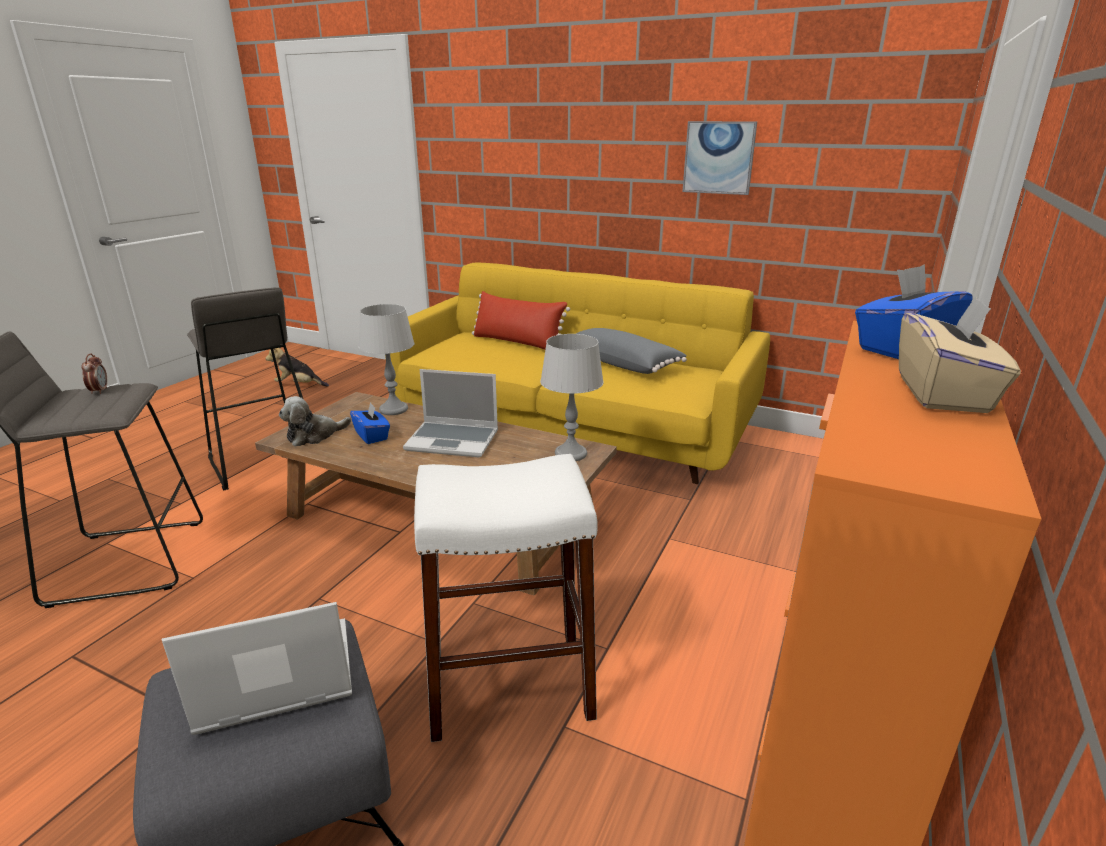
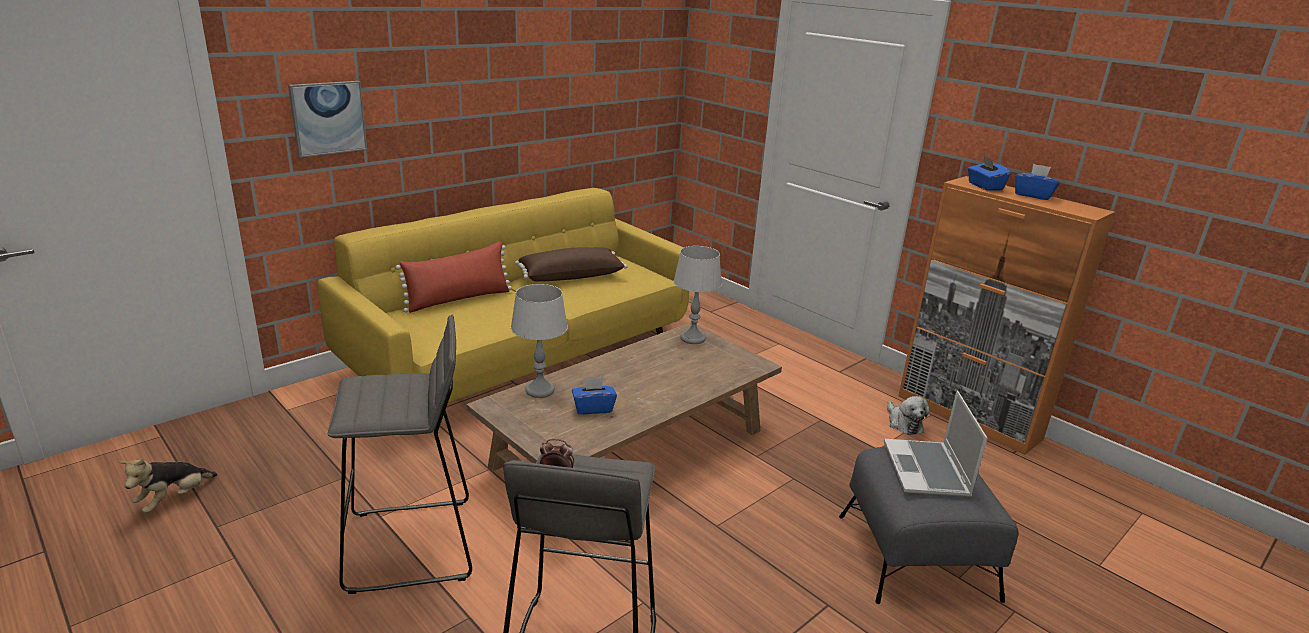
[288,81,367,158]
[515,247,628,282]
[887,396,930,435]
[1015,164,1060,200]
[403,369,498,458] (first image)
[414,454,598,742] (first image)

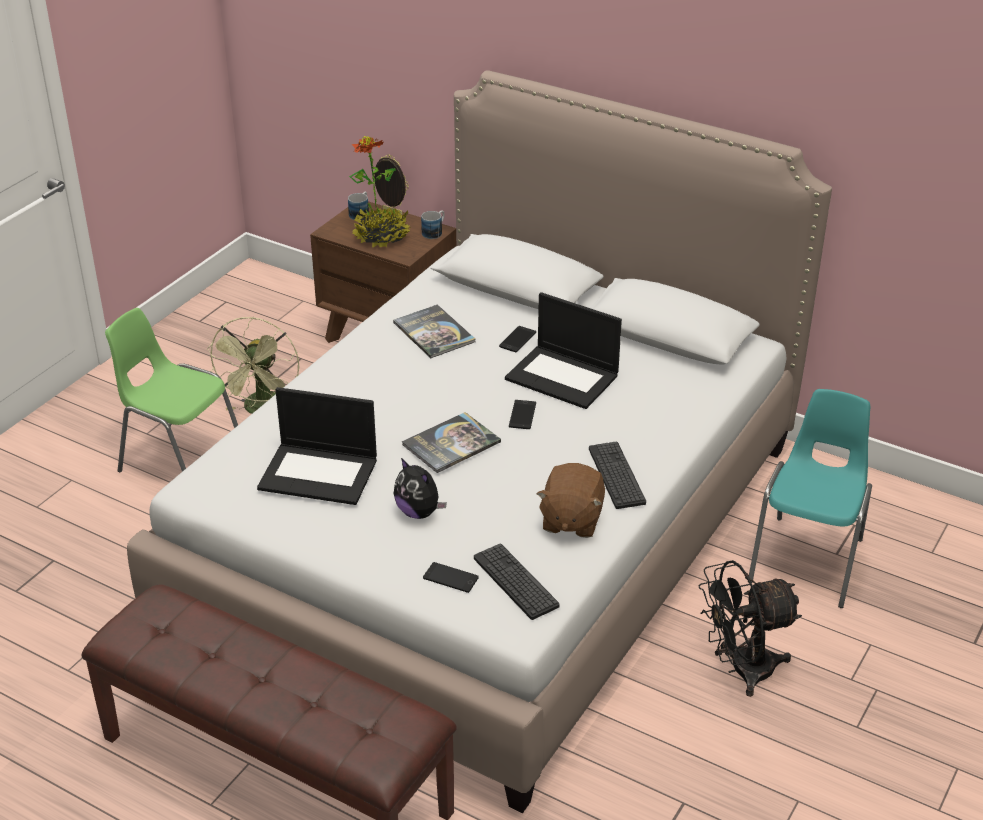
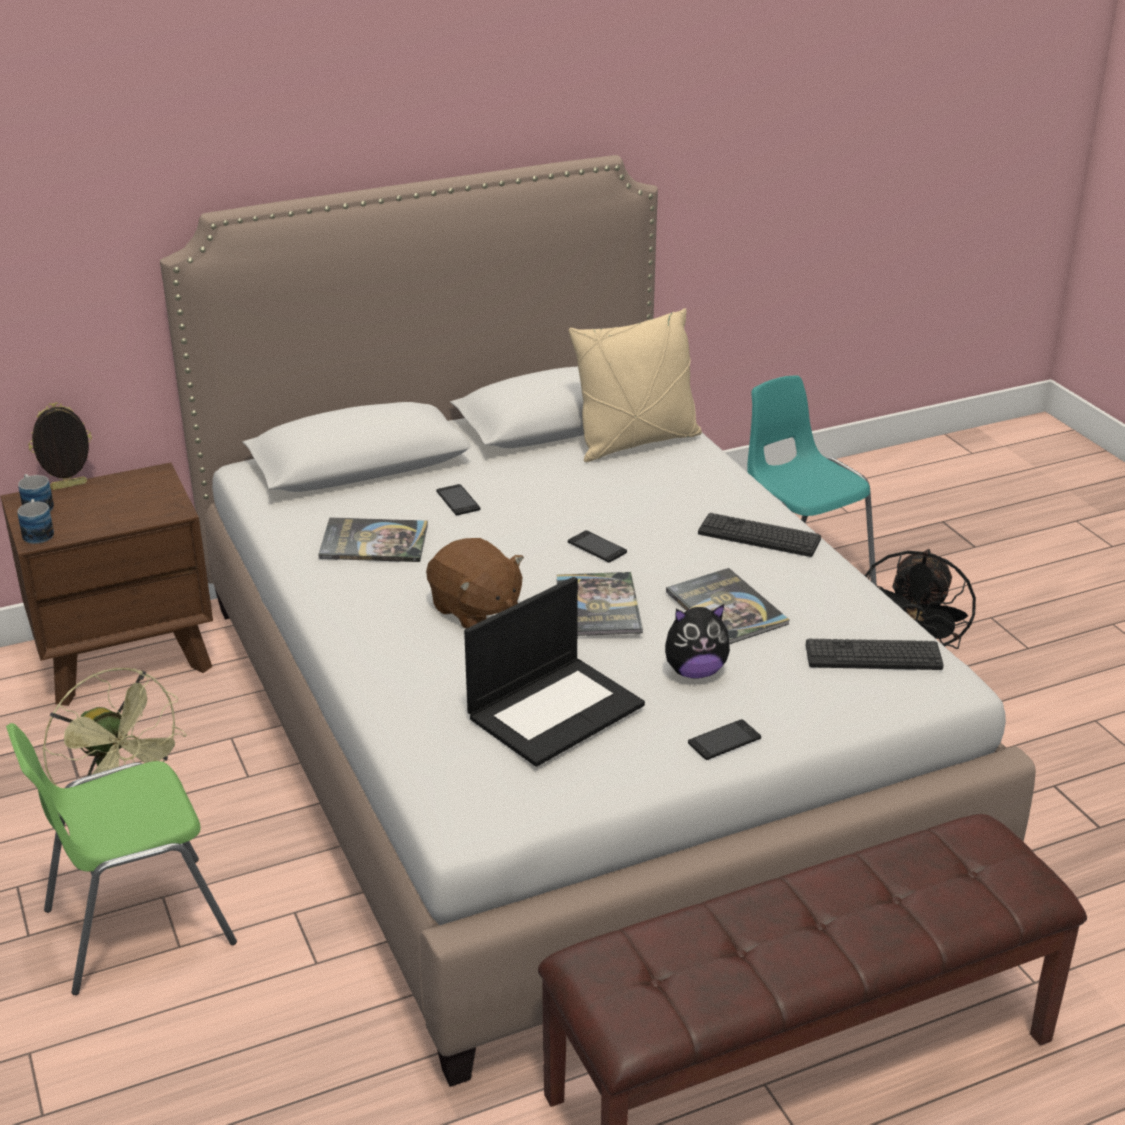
[17,499,54,544]
[426,538,524,629]
[569,308,702,462]
[666,568,790,644]
[688,719,761,760]
[349,136,411,248] (first image)
[505,292,622,409] (first image)

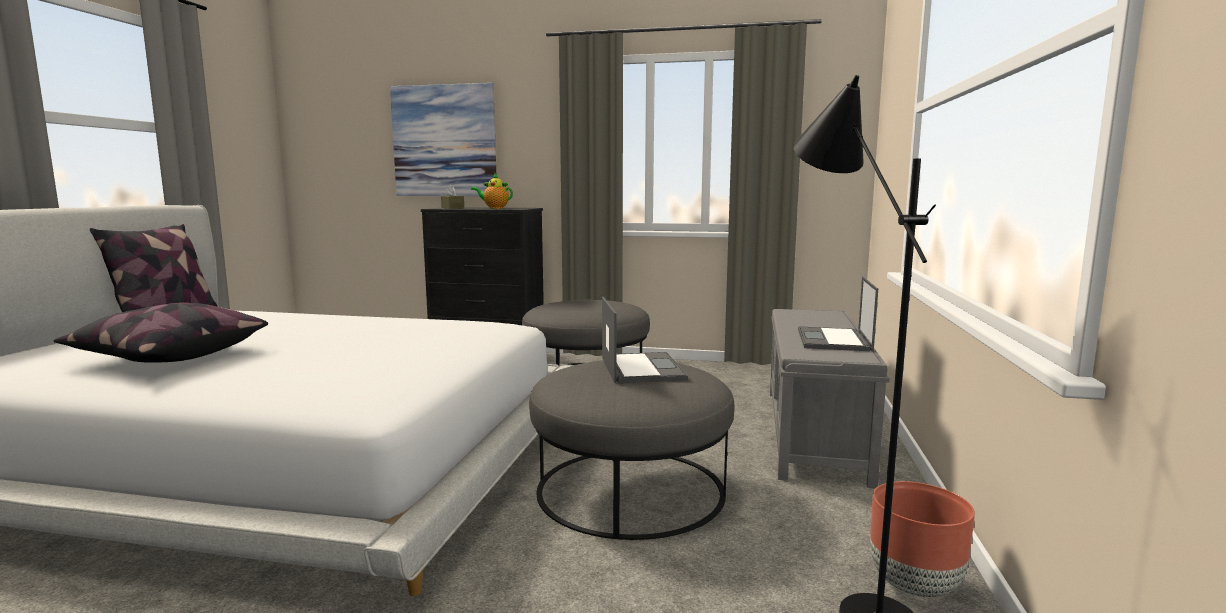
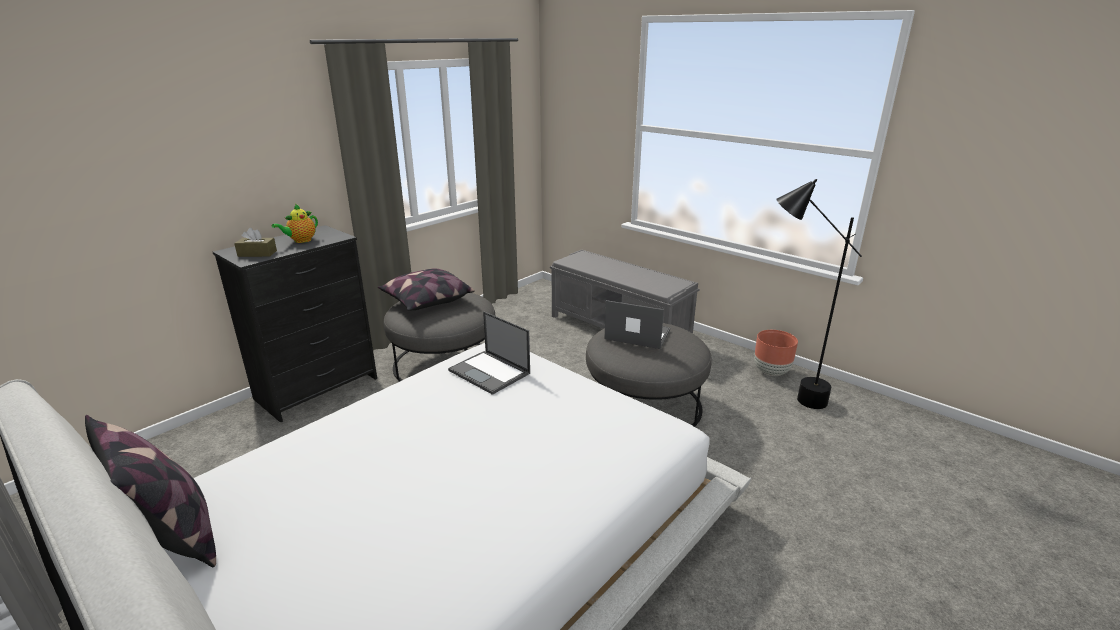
[378,269,475,311]
[448,311,530,395]
[390,83,496,196] (first image)

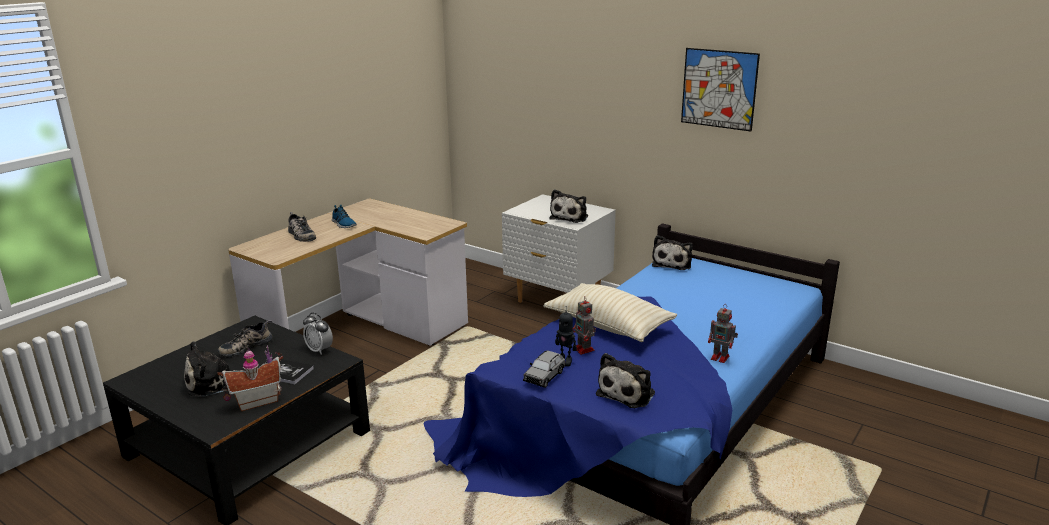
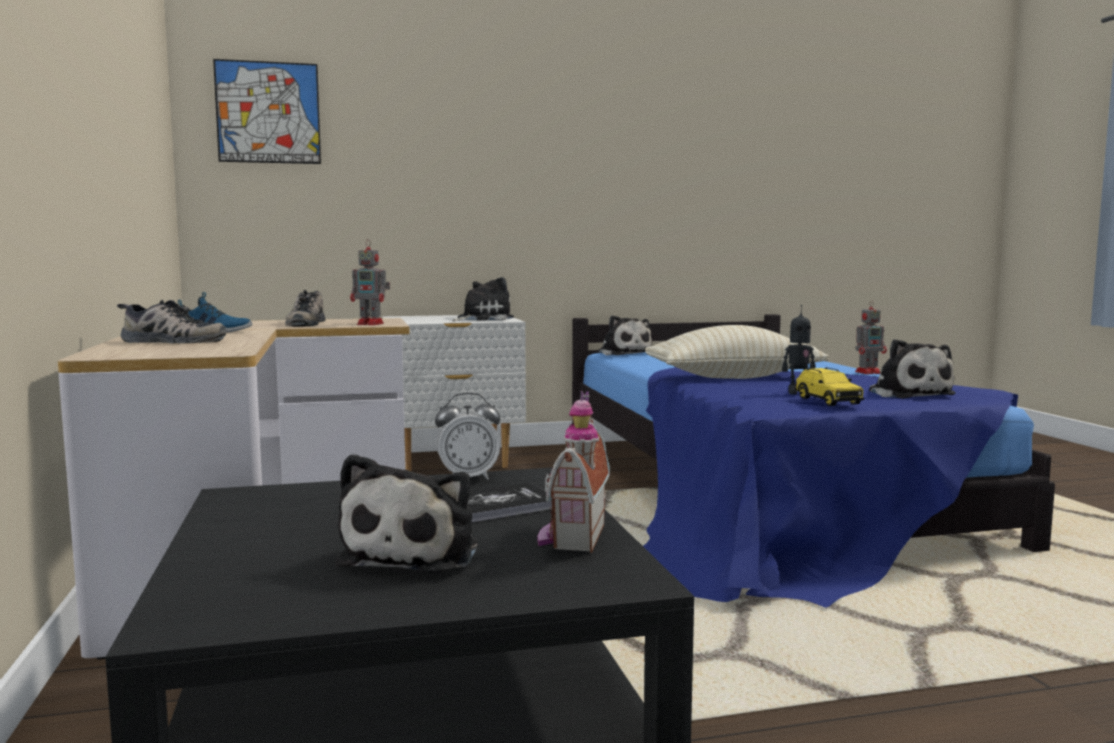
[213,59,321,164]
[285,290,325,327]
[350,239,390,325]
[452,277,514,321]
[794,367,864,406]

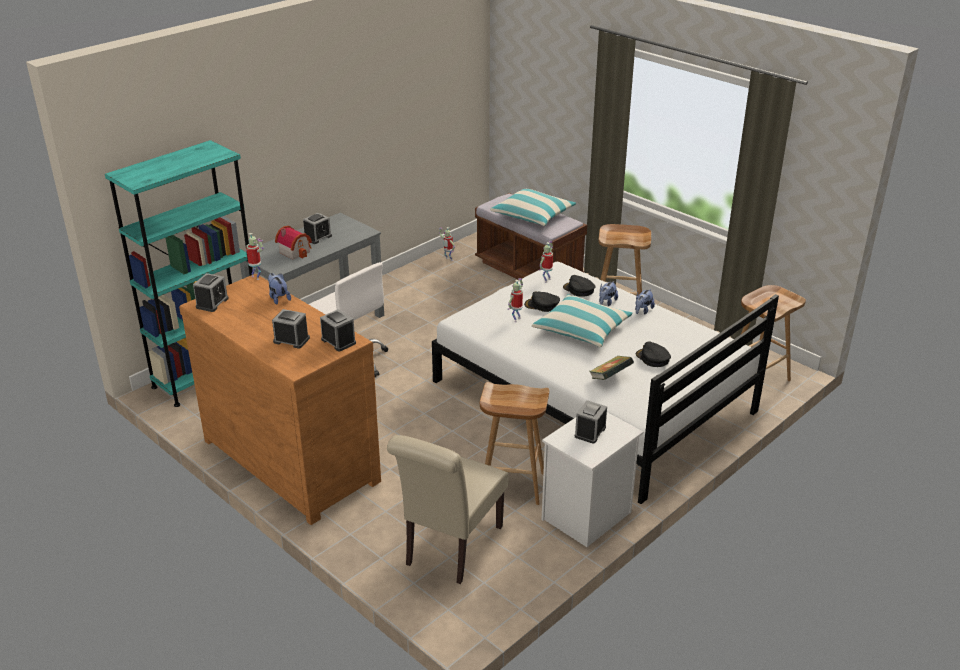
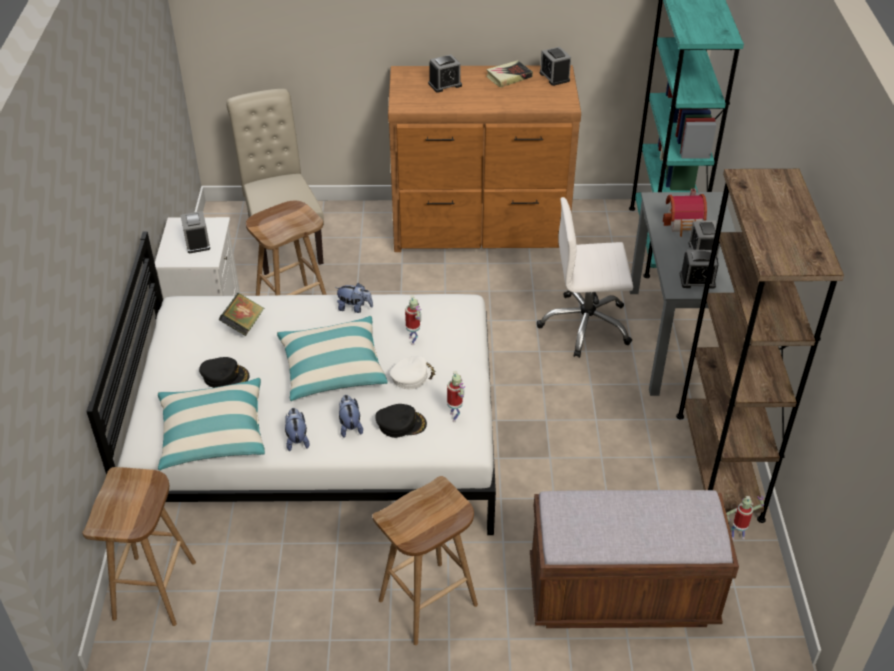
[158,377,265,470]
[335,283,373,313]
[390,356,436,389]
[486,60,533,88]
[676,169,844,523]
[680,250,719,289]
[246,233,264,280] (first image)

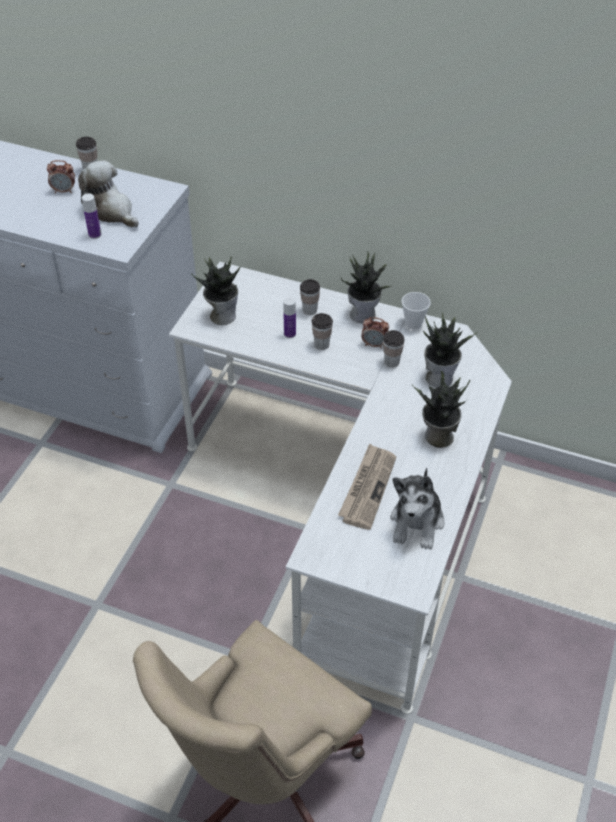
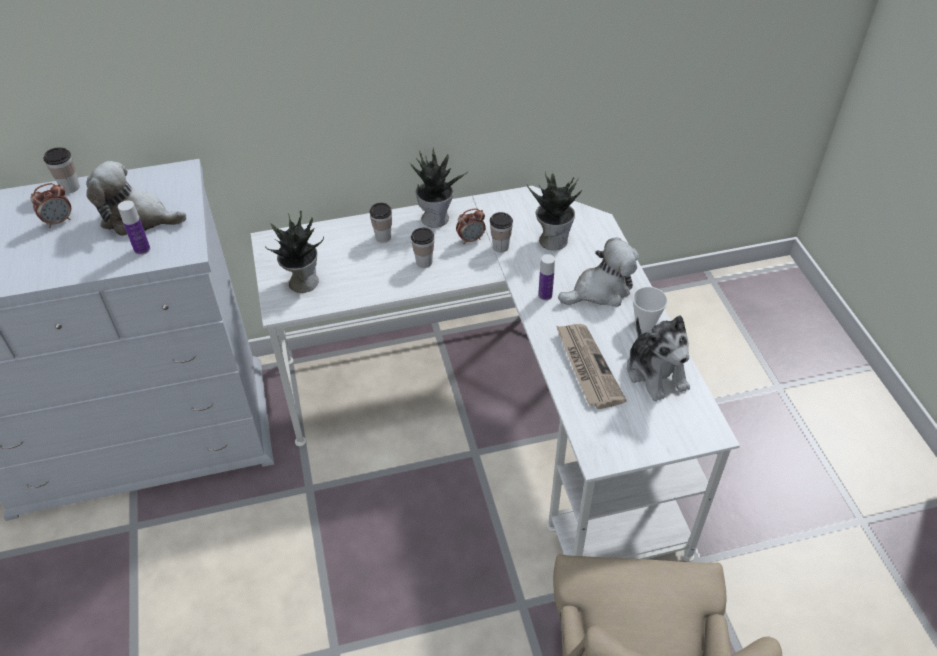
[538,254,555,301]
[558,237,639,307]
[632,287,668,331]

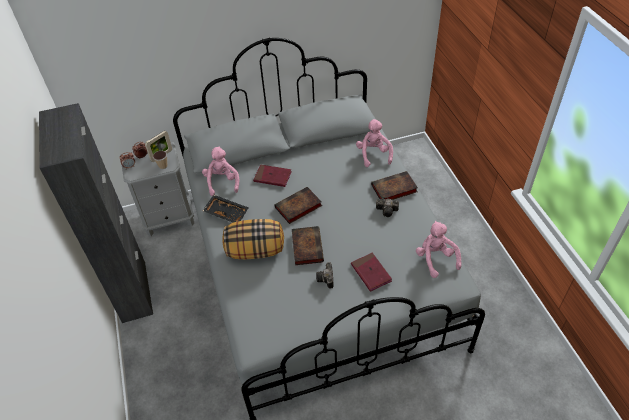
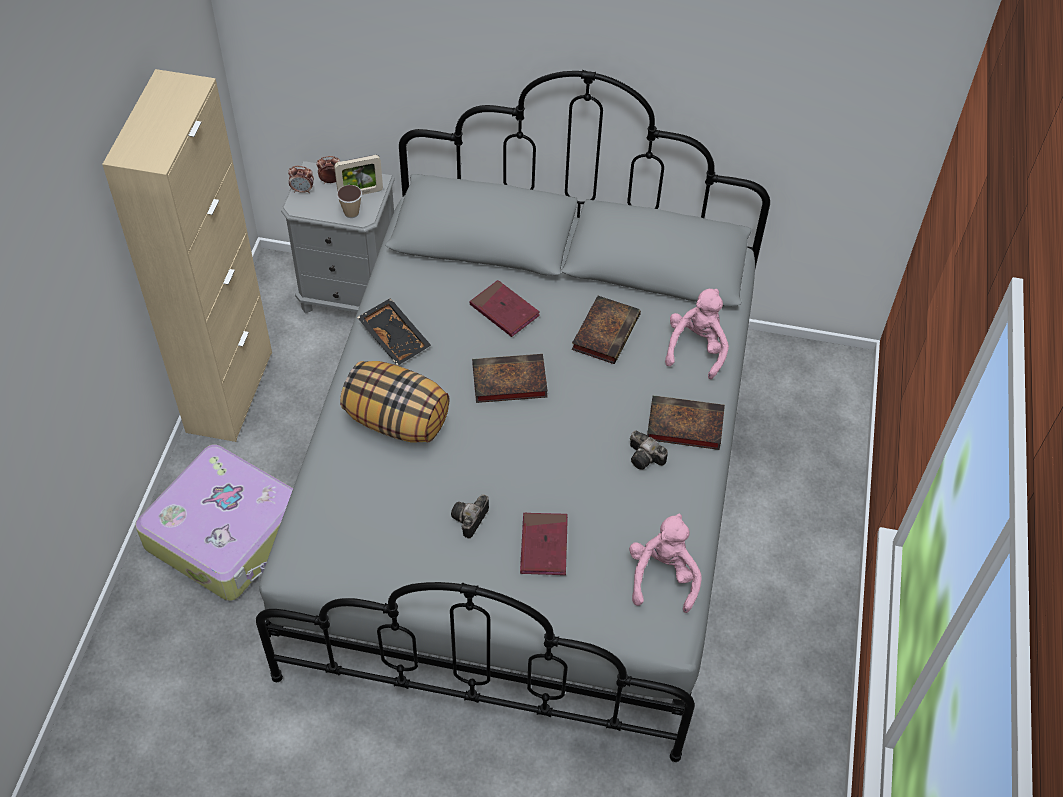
[102,69,272,442]
[135,445,293,601]
[571,296,641,364]
[202,147,239,196] (first image)

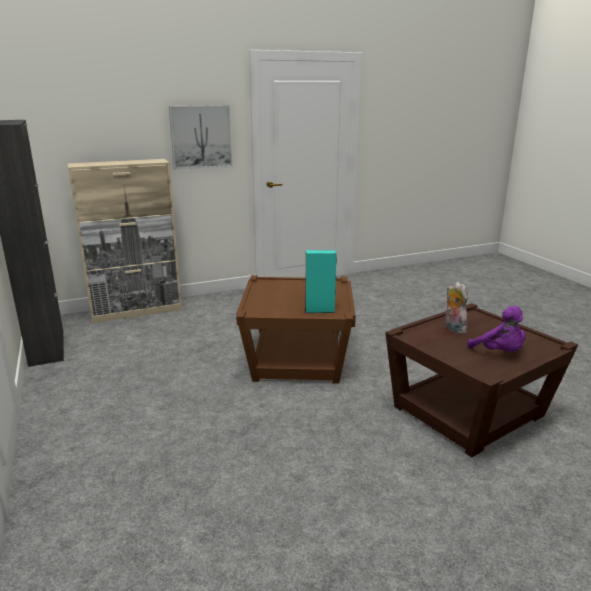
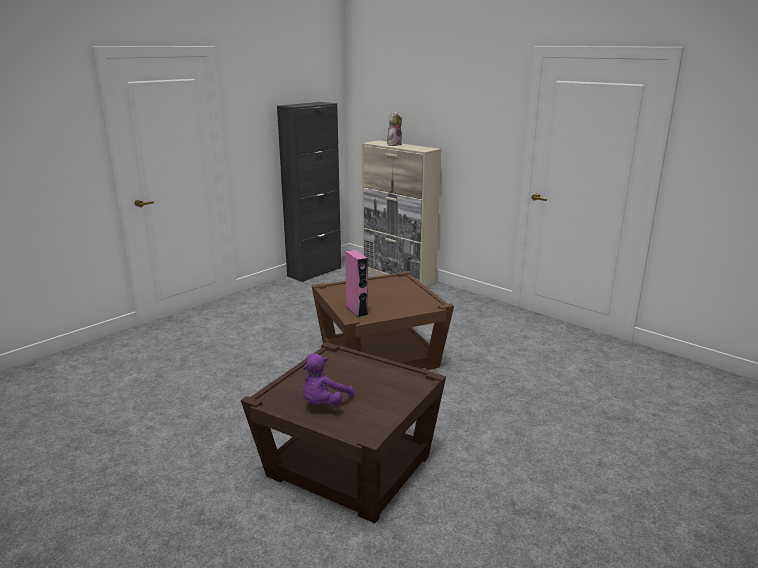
[345,250,368,318]
[387,111,402,146]
[169,105,232,170] (first image)

